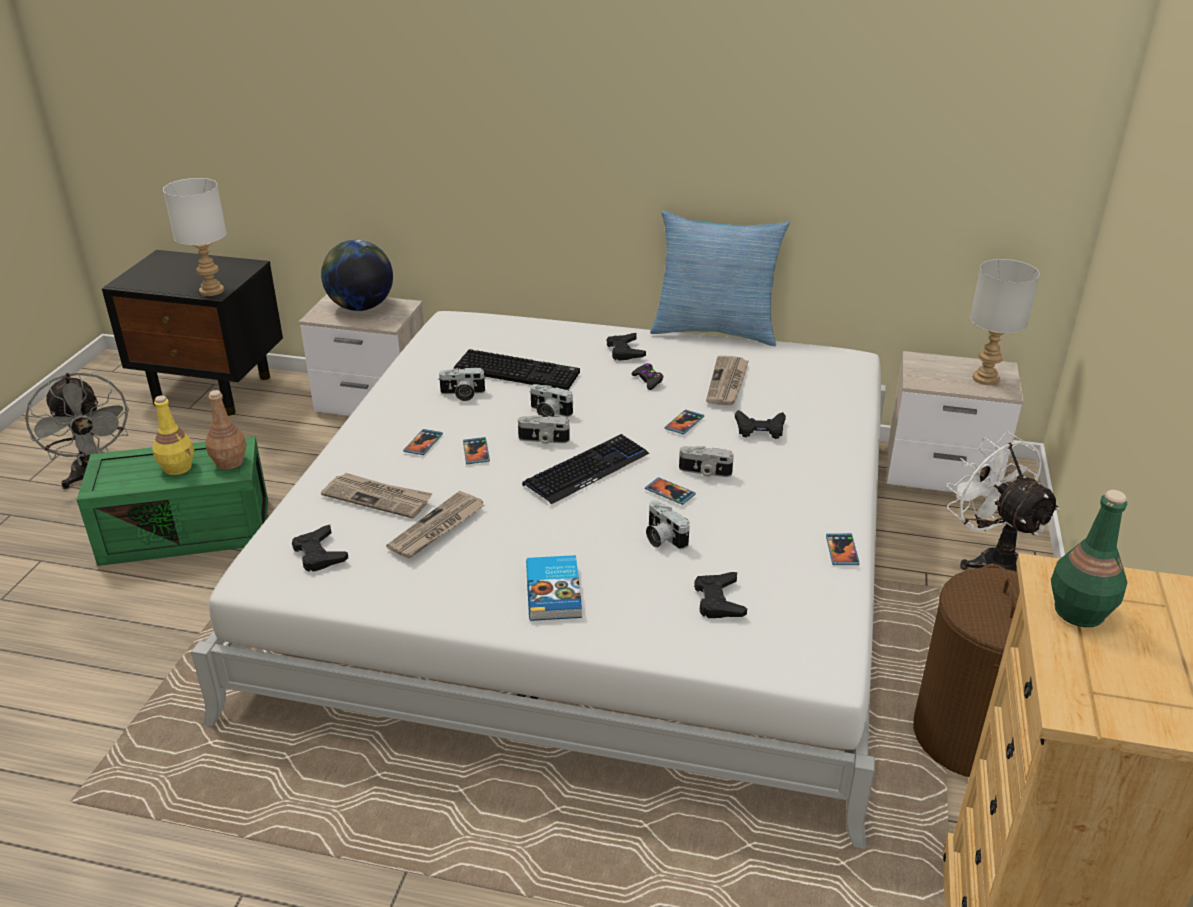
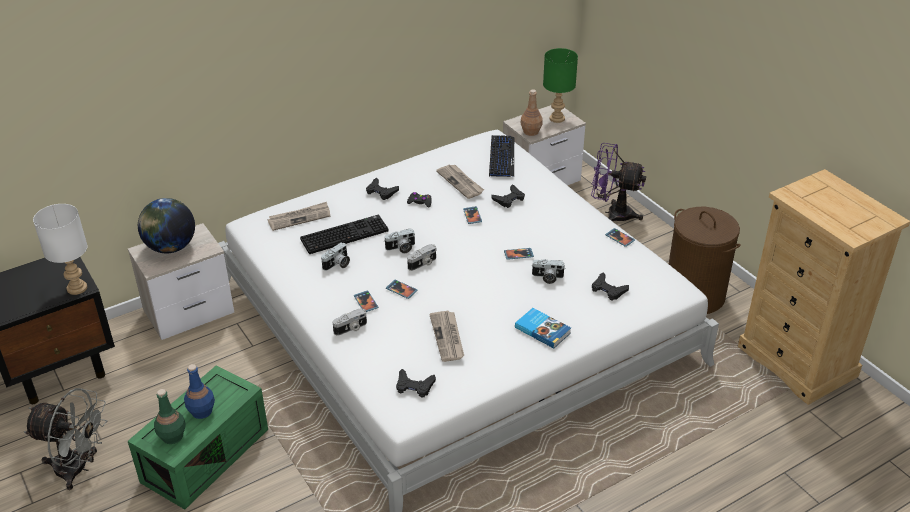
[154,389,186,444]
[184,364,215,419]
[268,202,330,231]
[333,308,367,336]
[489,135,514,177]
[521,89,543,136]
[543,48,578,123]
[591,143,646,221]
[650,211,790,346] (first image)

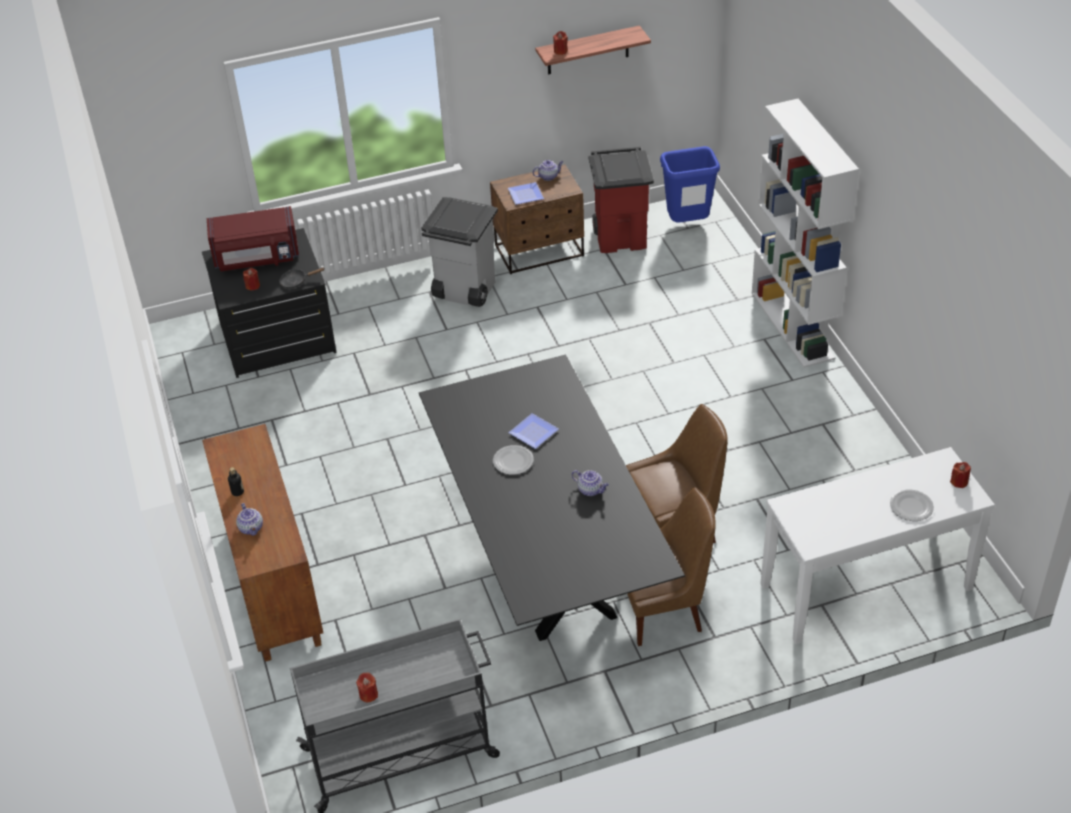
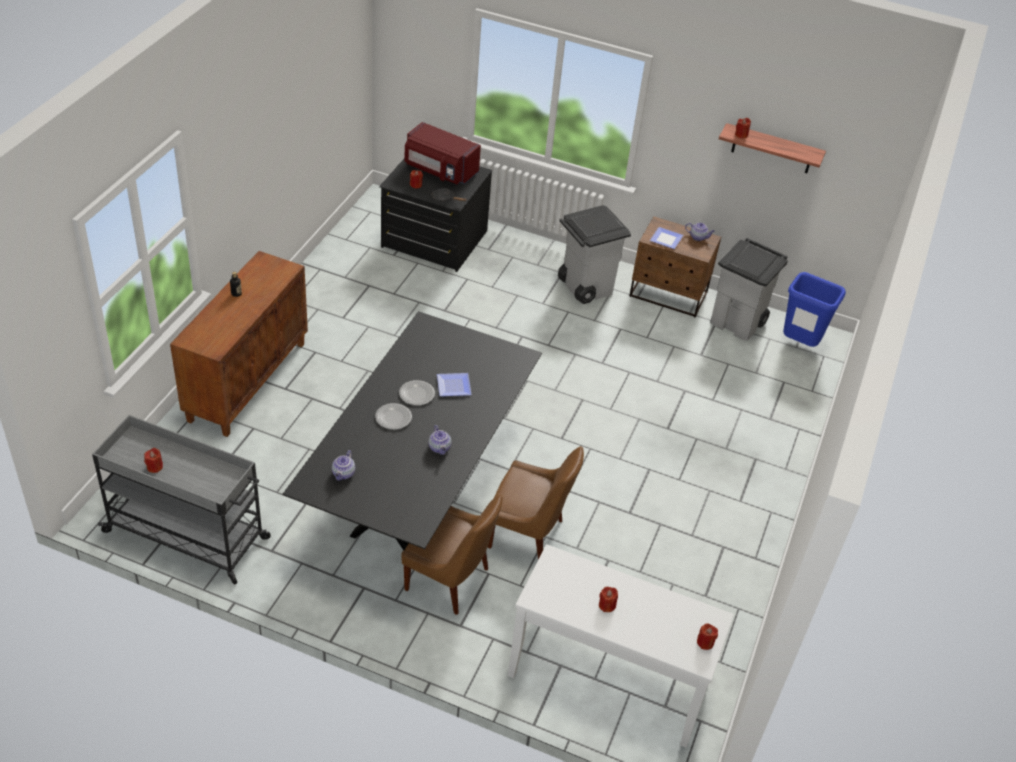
[332,450,355,481]
[375,403,412,430]
[599,587,618,612]
[710,238,788,341]
[752,99,859,368] (first image)

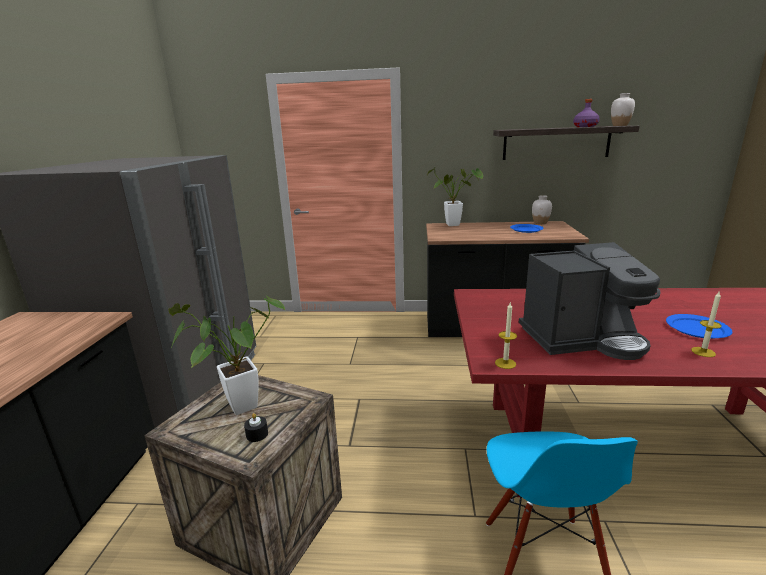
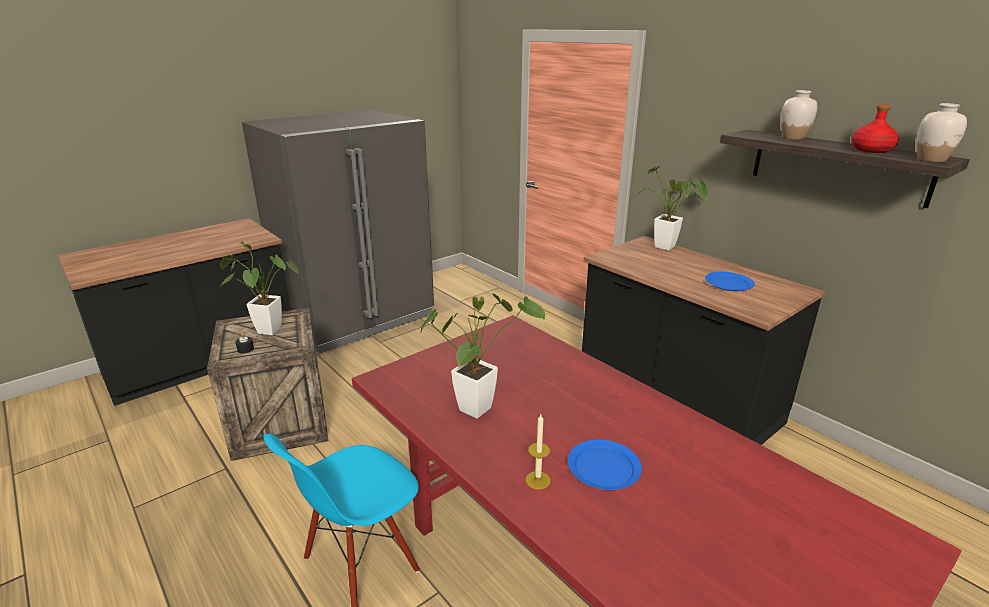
[420,294,545,419]
[781,90,818,140]
[851,104,899,153]
[495,303,517,369] (first image)

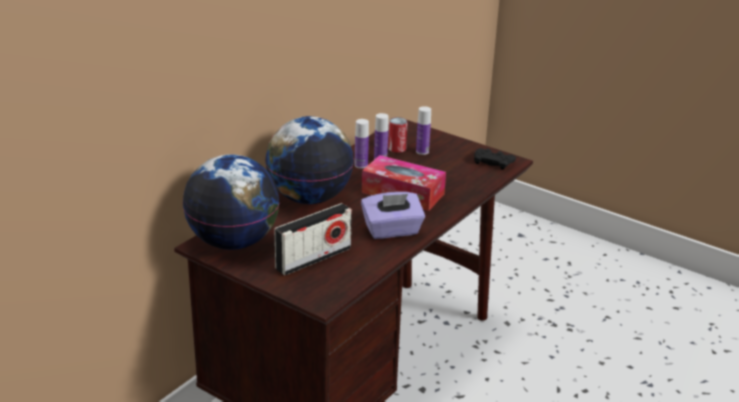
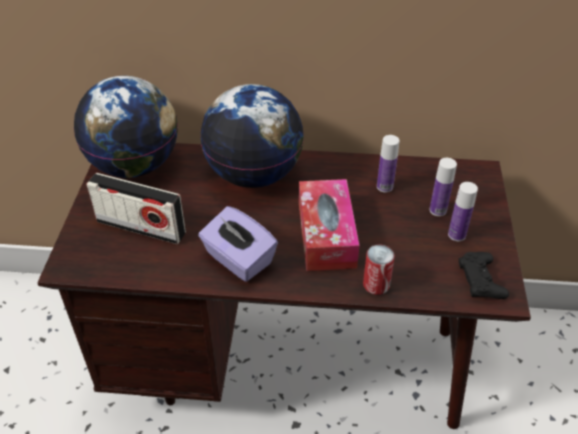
[363,244,395,295]
[448,182,478,241]

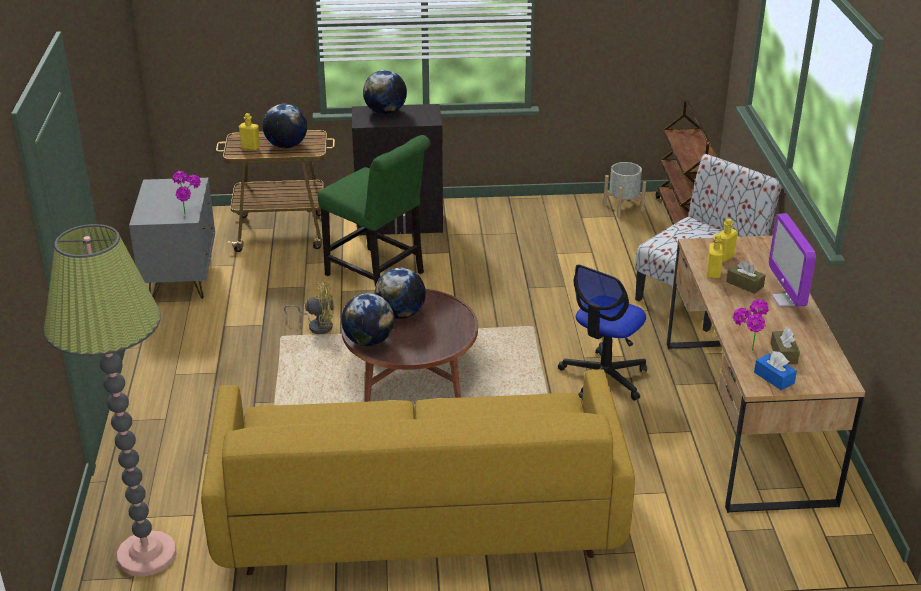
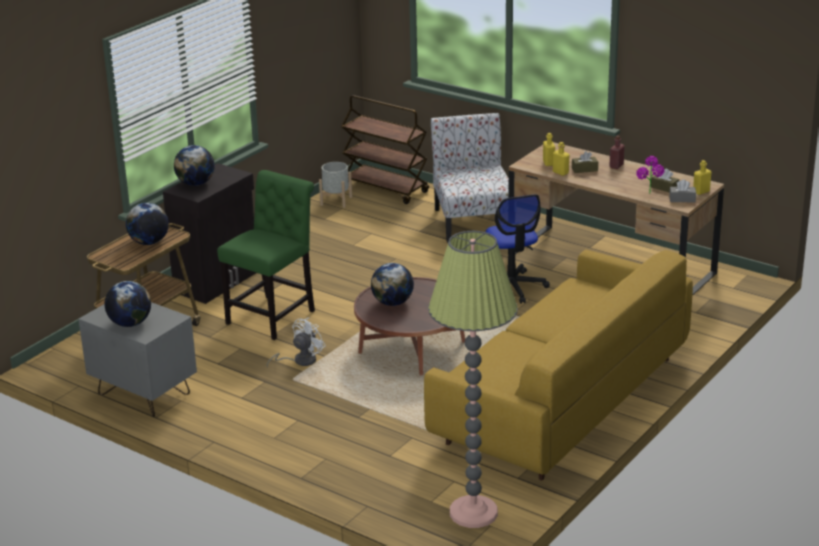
[104,281,151,327]
[217,170,315,340]
[267,317,326,368]
[609,135,625,169]
[669,179,696,202]
[693,160,711,195]
[173,171,201,214] (first image)

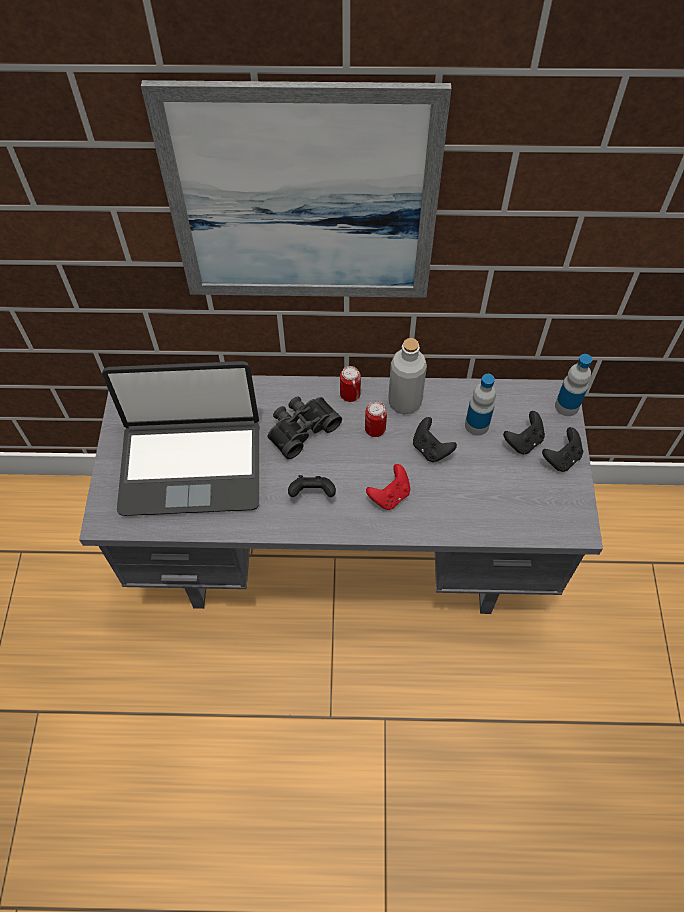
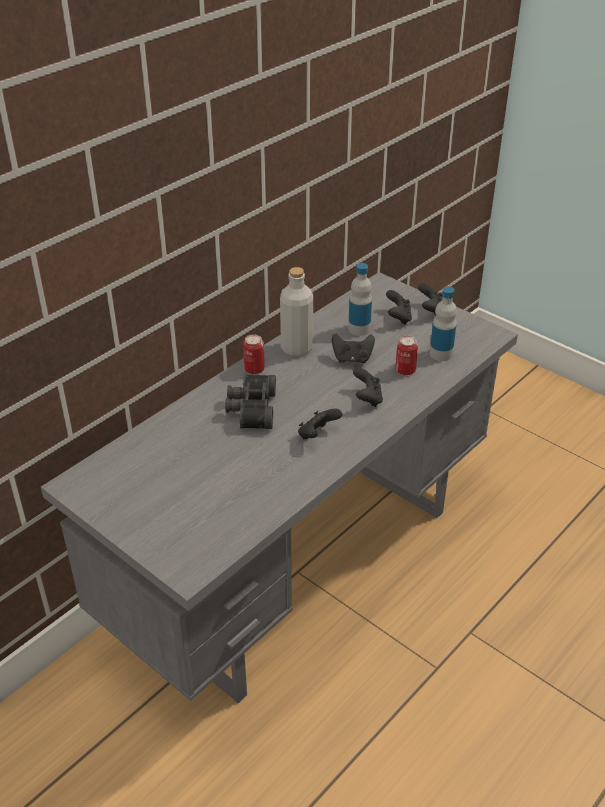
[353,368,383,407]
[395,336,418,375]
[430,287,457,361]
[102,361,259,516] (first image)
[141,80,451,298] (first image)

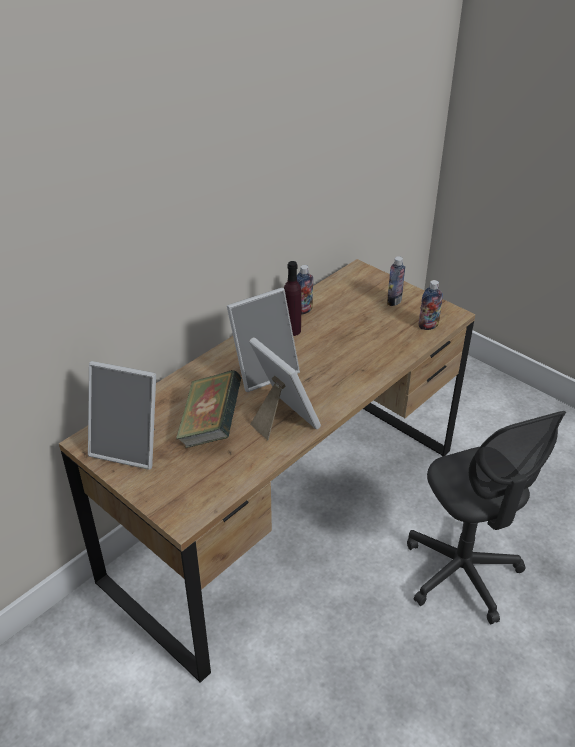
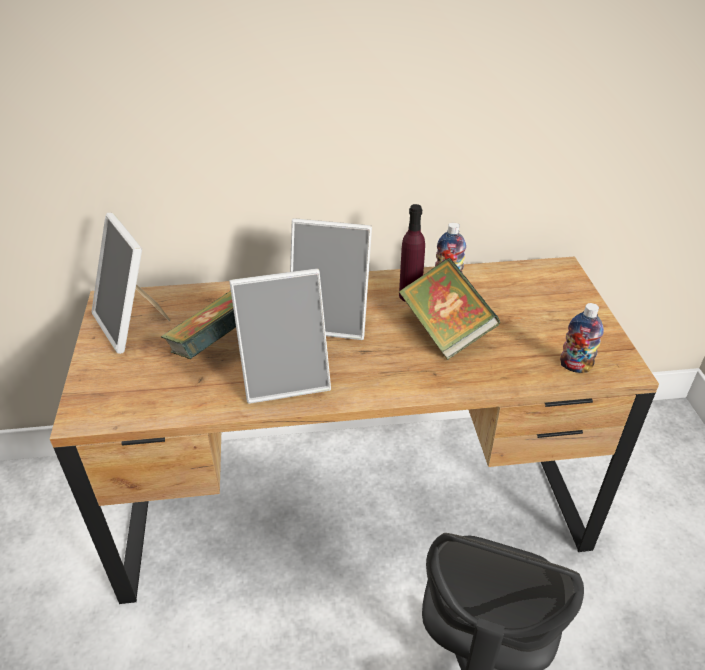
[229,268,331,404]
[399,258,500,360]
[387,256,405,306] (first image)

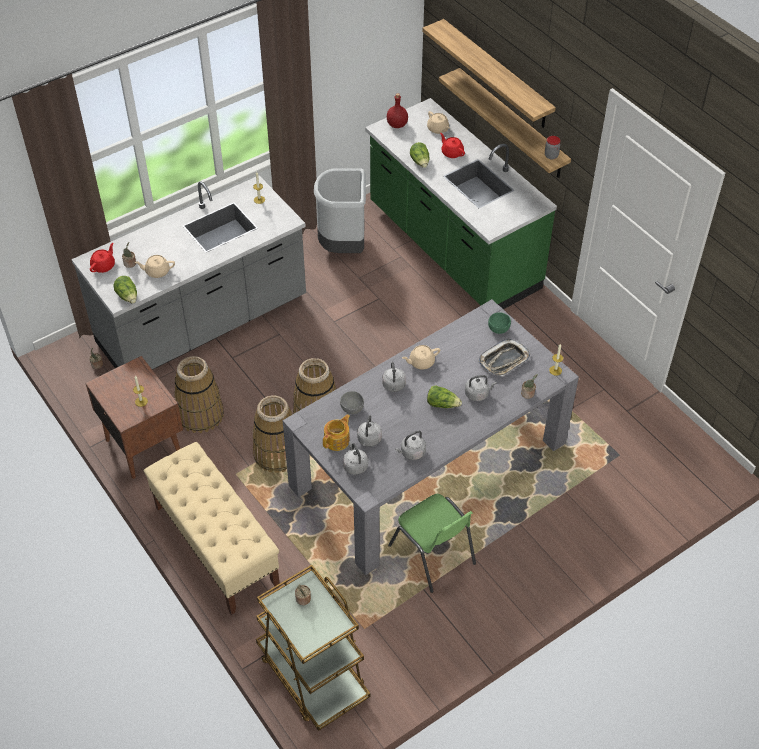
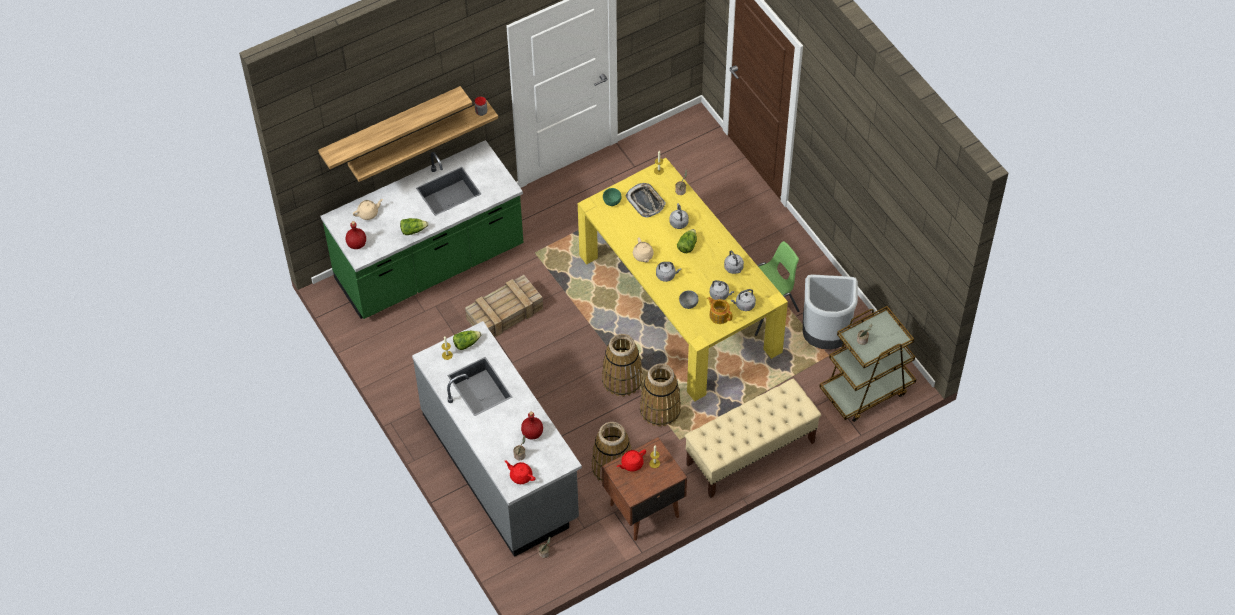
[453,331,481,350]
[465,275,543,337]
[521,412,543,439]
[578,158,788,401]
[617,450,646,472]
[803,275,858,349]

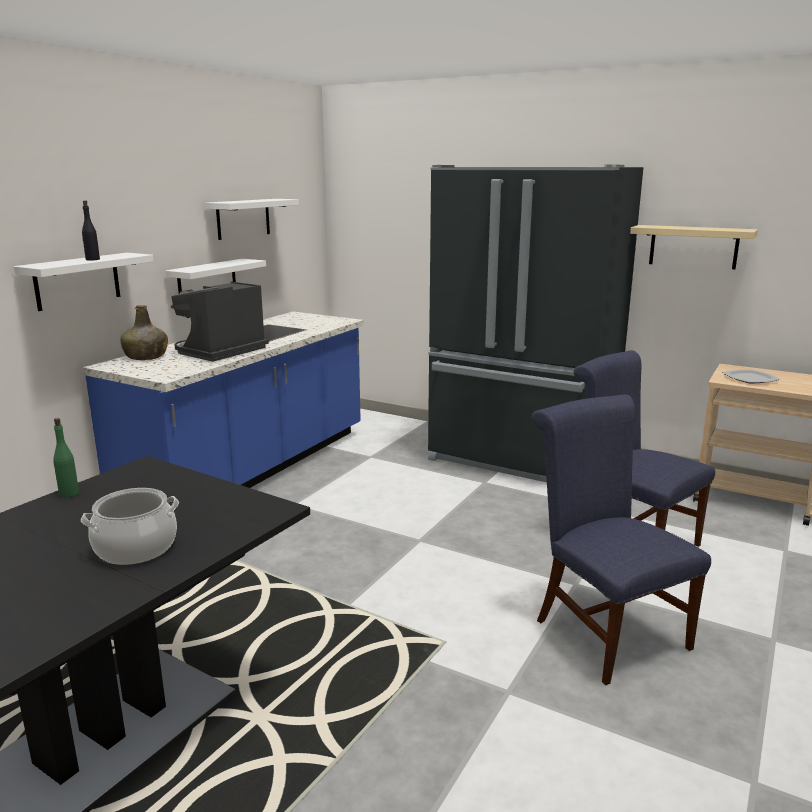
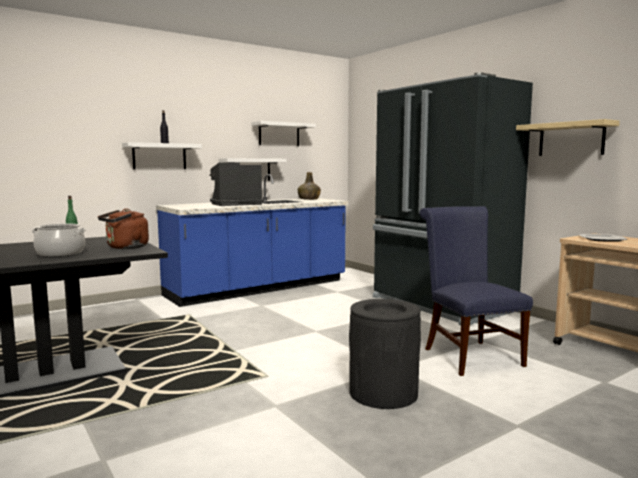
[98,209,149,249]
[298,172,321,200]
[349,299,421,409]

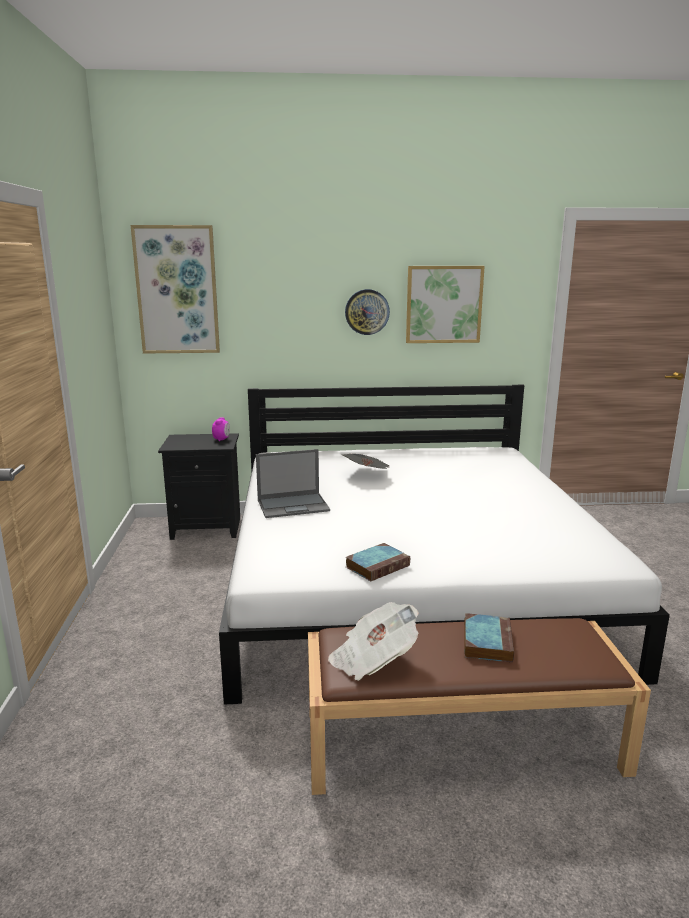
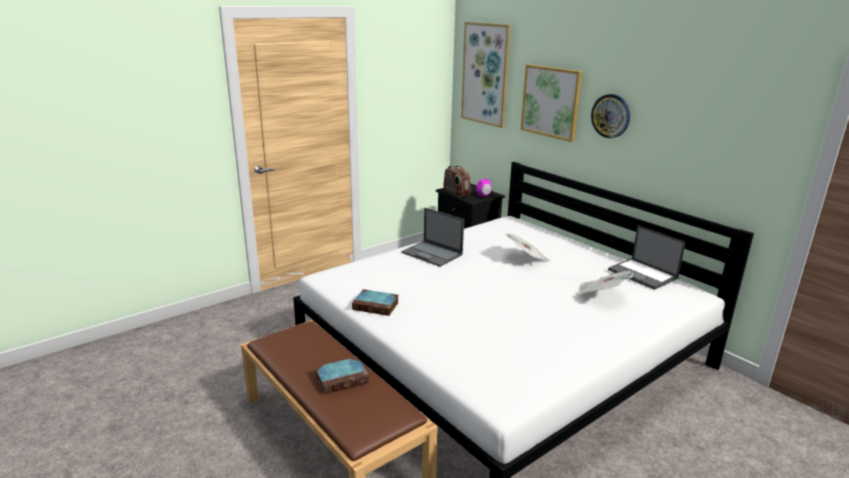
[444,166,470,197]
[521,64,583,142]
[578,270,634,294]
[608,225,686,290]

